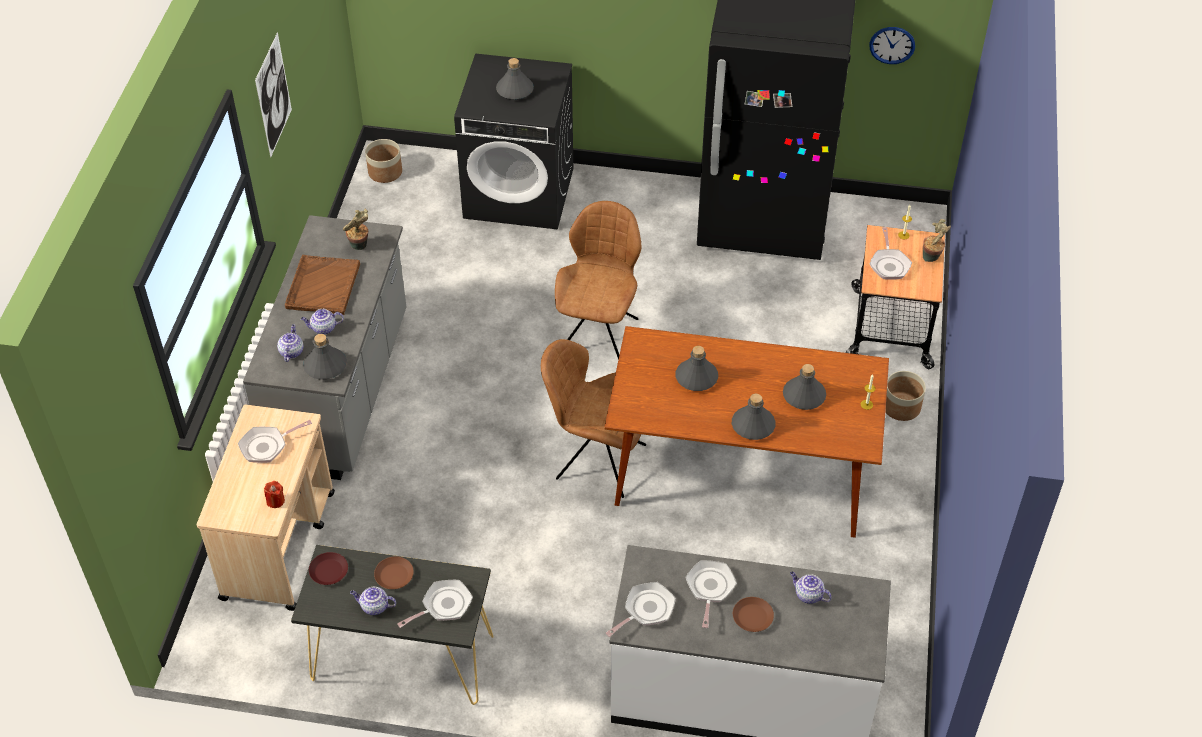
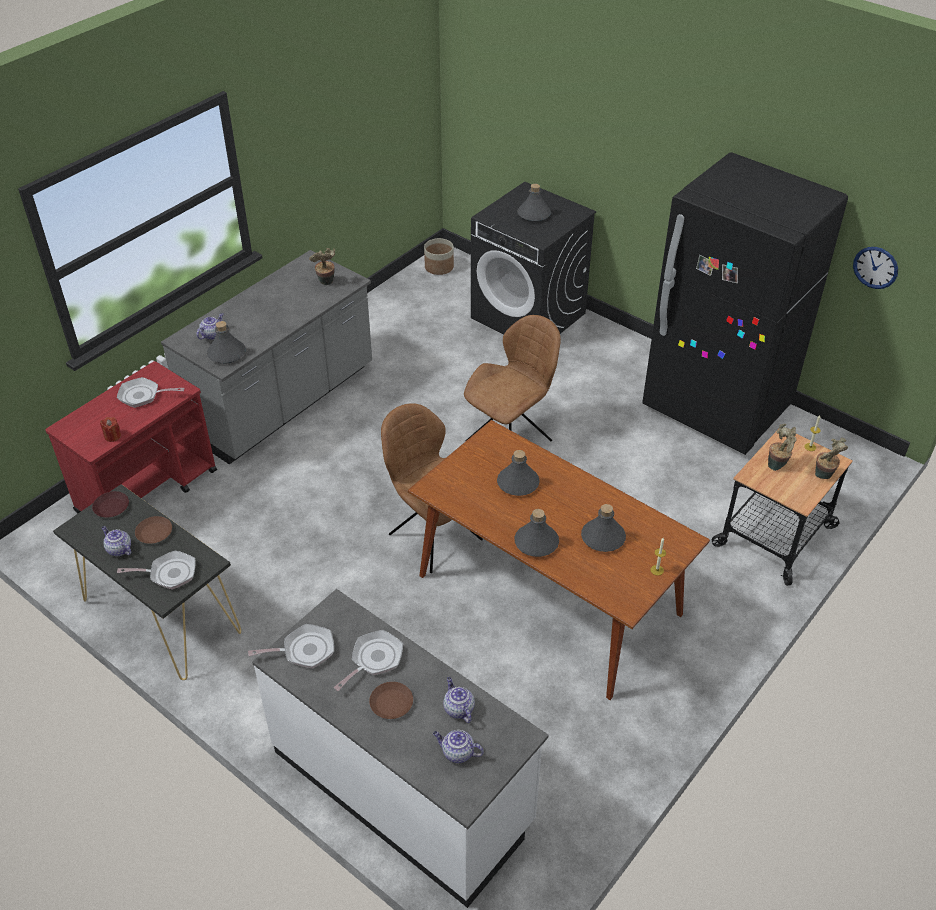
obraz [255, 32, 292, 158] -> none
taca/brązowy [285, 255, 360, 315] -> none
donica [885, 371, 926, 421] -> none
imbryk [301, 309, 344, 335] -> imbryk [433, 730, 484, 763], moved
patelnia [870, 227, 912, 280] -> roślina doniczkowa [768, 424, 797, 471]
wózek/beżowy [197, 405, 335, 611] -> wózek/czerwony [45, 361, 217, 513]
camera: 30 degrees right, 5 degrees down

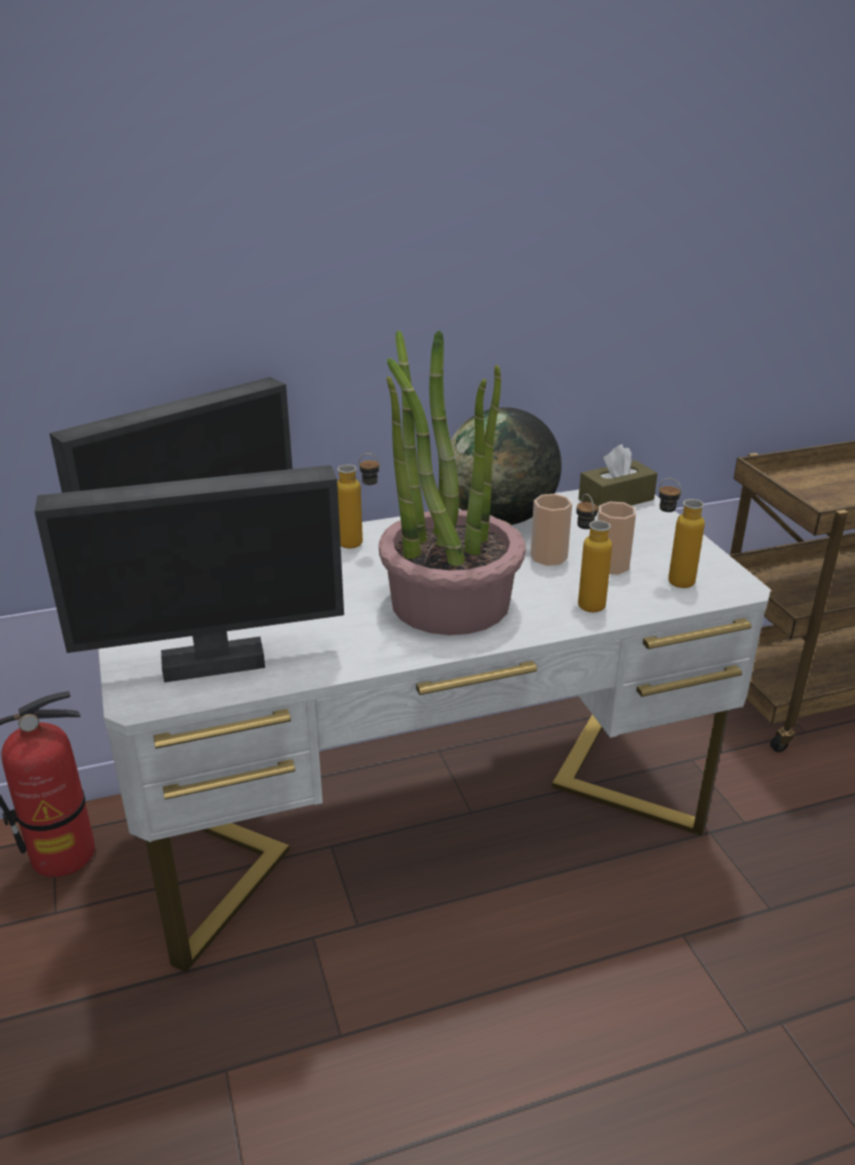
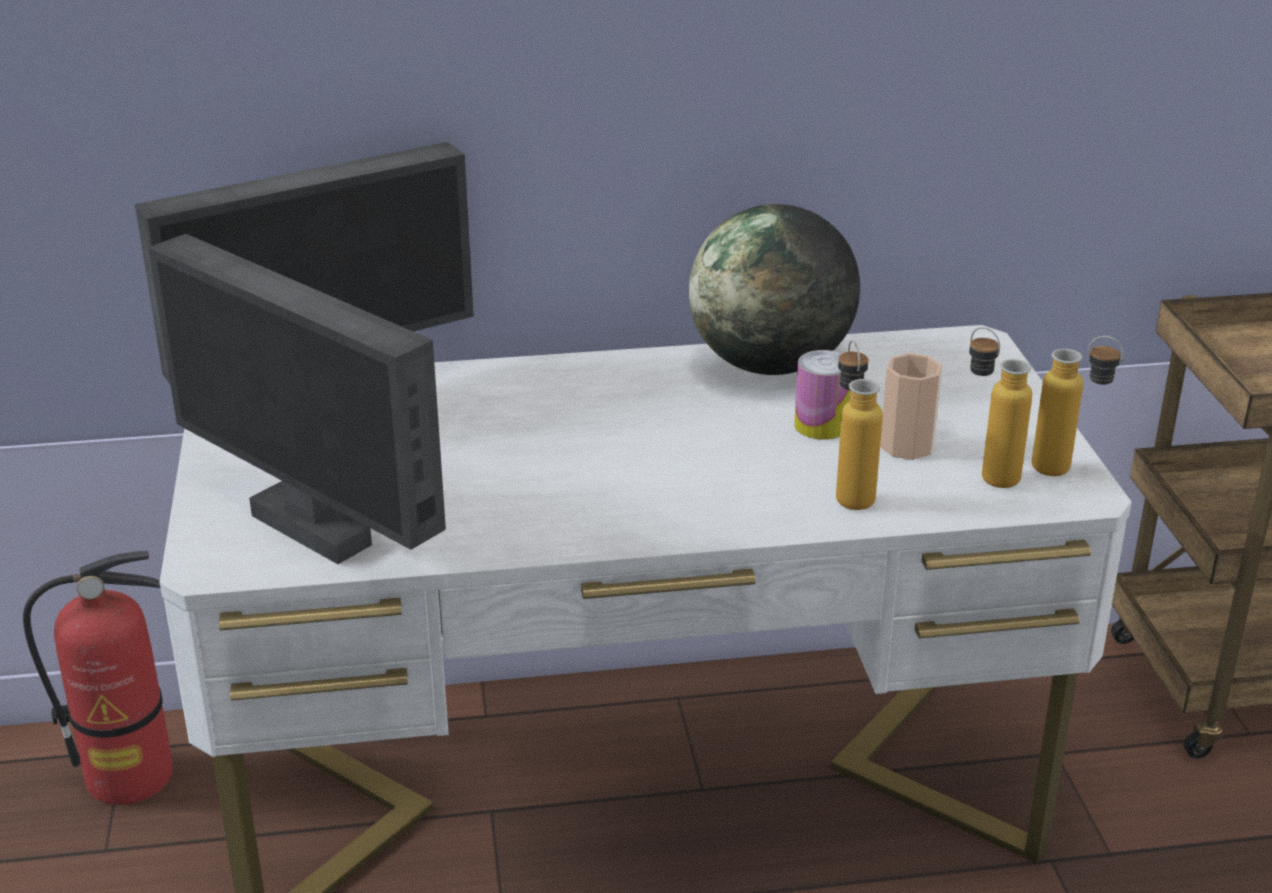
roślina doniczkowa [379, 330, 526, 635] -> none
pudełko chusteczek/brązowy [578, 444, 658, 512] -> none
butelka [337, 453, 380, 549] -> butelka [1032, 336, 1124, 476], moved
filiżanka [530, 494, 572, 566] -> puszka [794, 350, 851, 440]
monitor [34, 465, 344, 683] -> monitor [148, 234, 446, 564], 45 degrees clockwise
camera: 10 degrees right, 0 degrees up

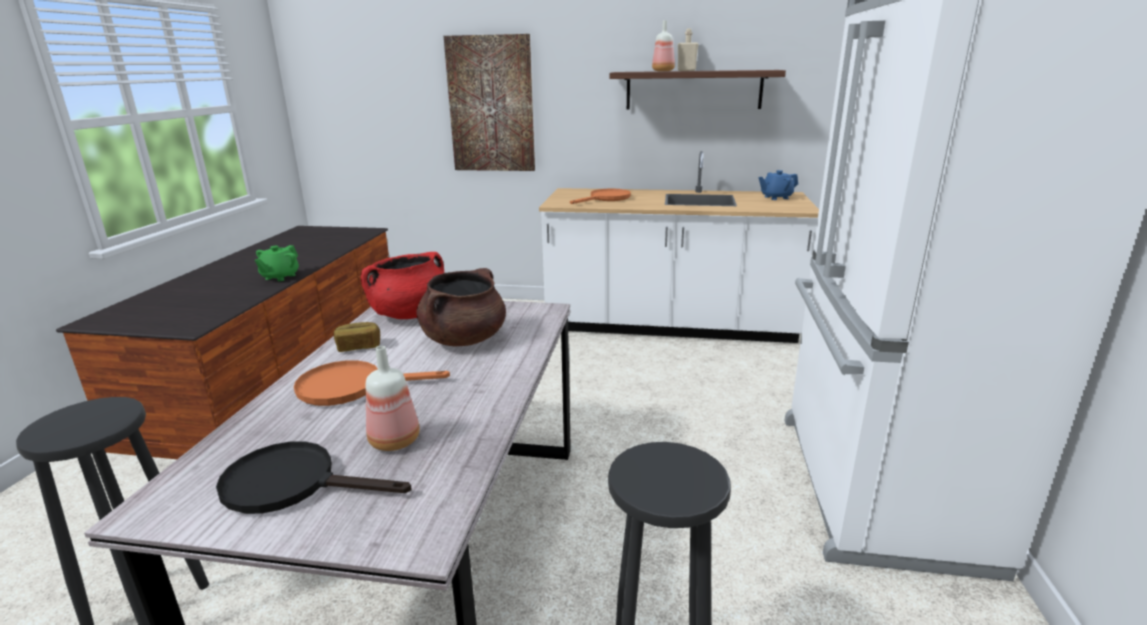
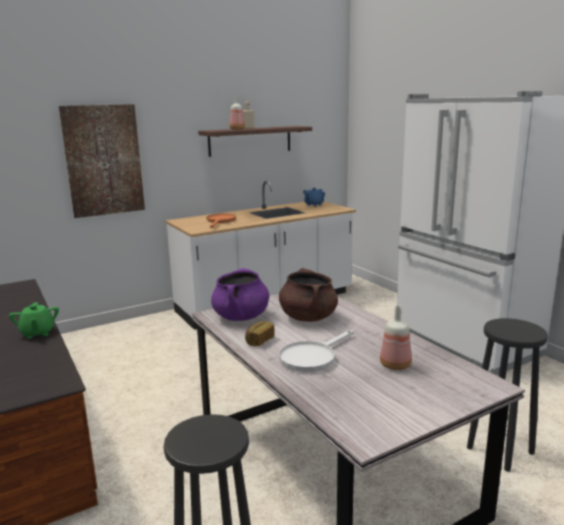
patelnia/czarny [216, 441, 412, 514] -> none
patelnia/pomarańczowy [294, 360, 450, 406] -> patelnia/biały [279, 330, 353, 372]
garnek/czerwony [361, 252, 445, 319] -> garnek/fioletowy [211, 268, 269, 321]
camera: 40 degrees left, 5 degrees down

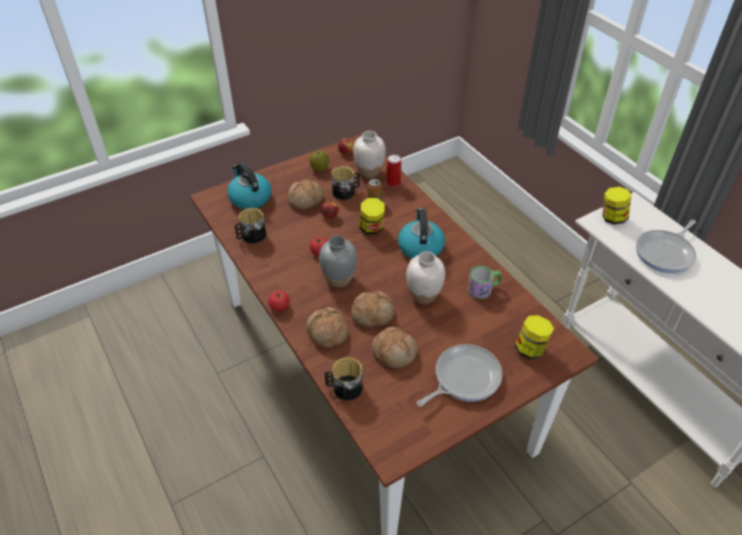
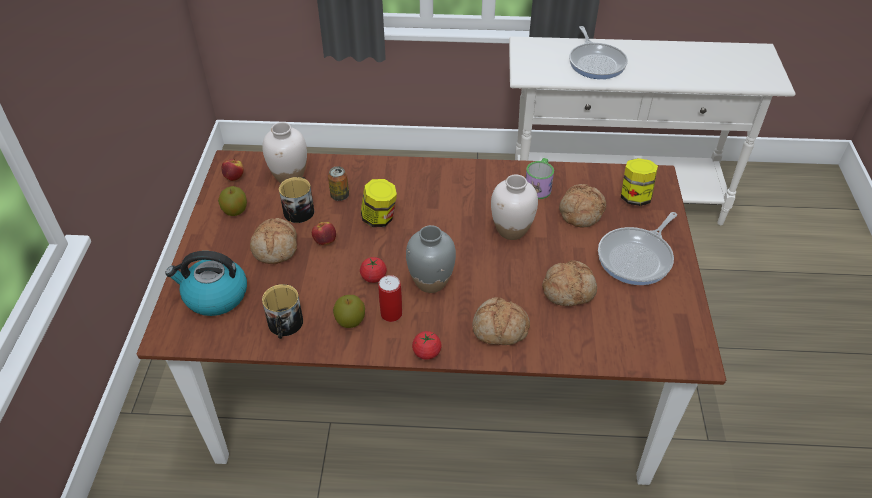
kubek [324, 357, 363, 401] -> none
czajnik [398, 208, 445, 259] -> none
słoik [603, 187, 631, 225] -> none
none -> jabłko [333, 295, 365, 328]
chleb [351, 291, 394, 327] -> chleb [559, 184, 606, 227], moved
puszka [387, 155, 401, 187] -> puszka [378, 275, 402, 322], moved
patelnia [417, 344, 503, 407] -> patelnia [598, 212, 677, 285], 135 degrees counterclockwise
camera: 55 degrees left, 0 degrees up

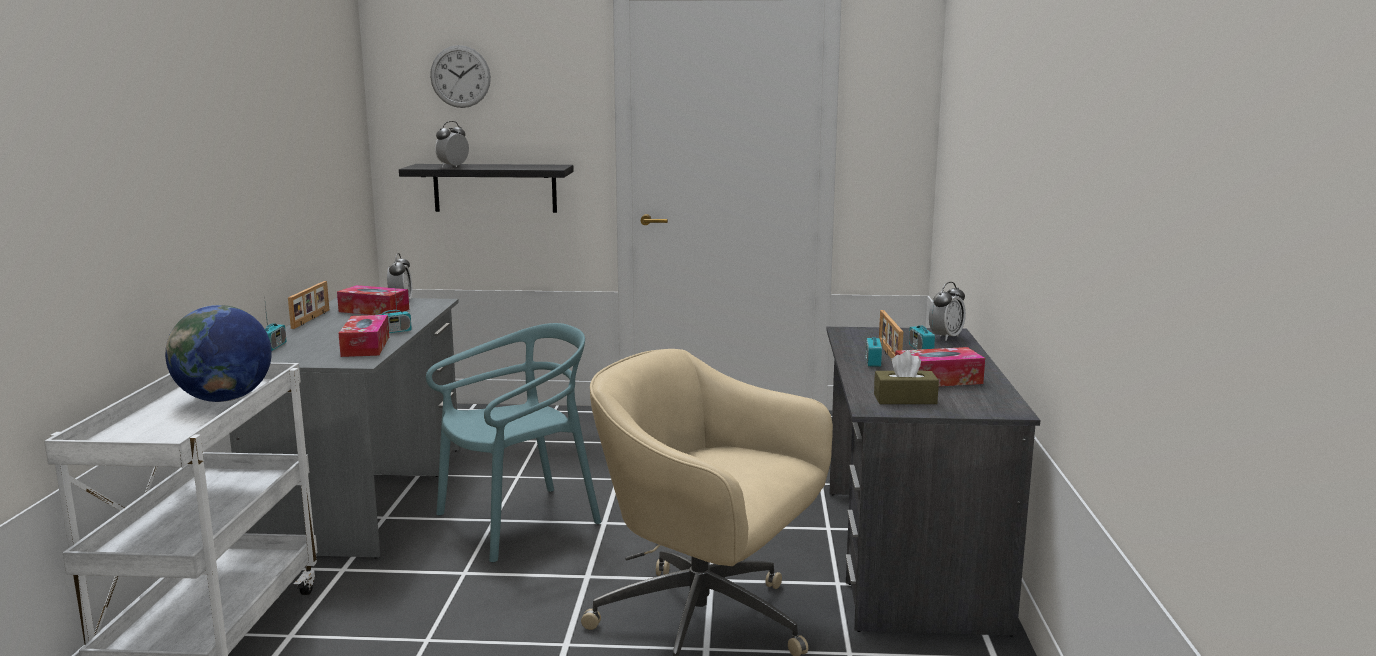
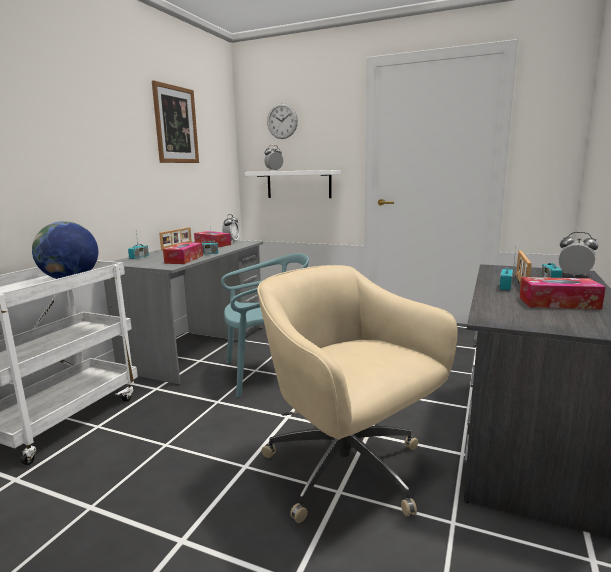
pudełko chusteczek/brązowy [874, 351, 939, 404] -> none
none -> obraz [152, 80, 199, 163]
półka/czarny [399, 164, 574, 213] -> półka/biały [245, 170, 341, 198]
budzik [929, 282, 966, 341] -> budzik [559, 232, 598, 276], 120 degrees counterclockwise
camera: 20 degrees right, 0 degrees up

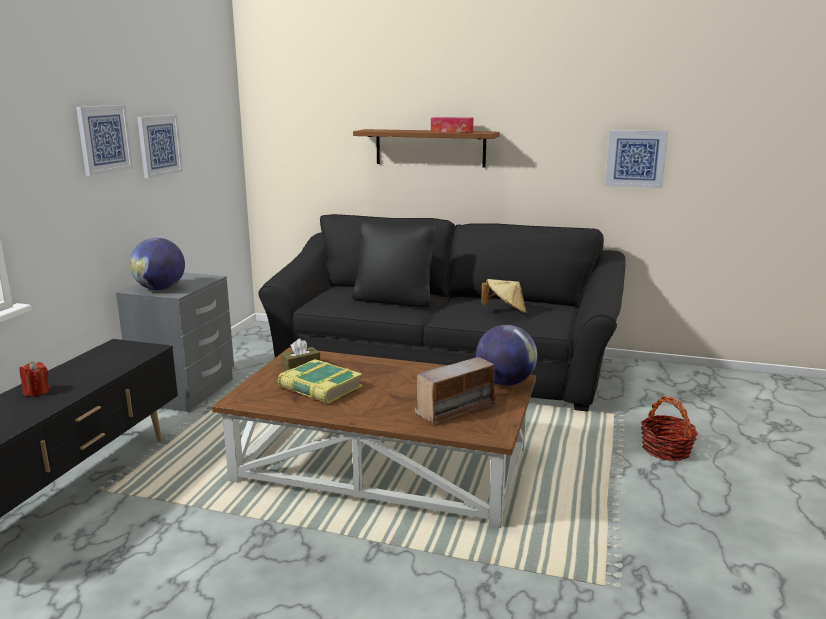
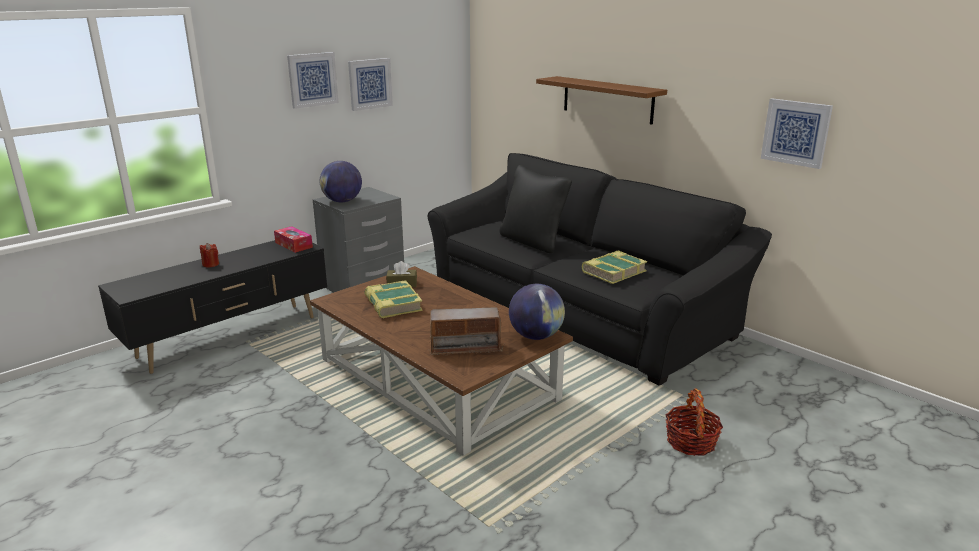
pudełko chusteczek [431, 117, 473, 133] -> pudełko chusteczek [274, 226, 313, 253], moved
kapelusz/beżowy [481, 279, 526, 314] -> książka [582, 250, 647, 284]
camera: 30 degrees right, 5 degrees up

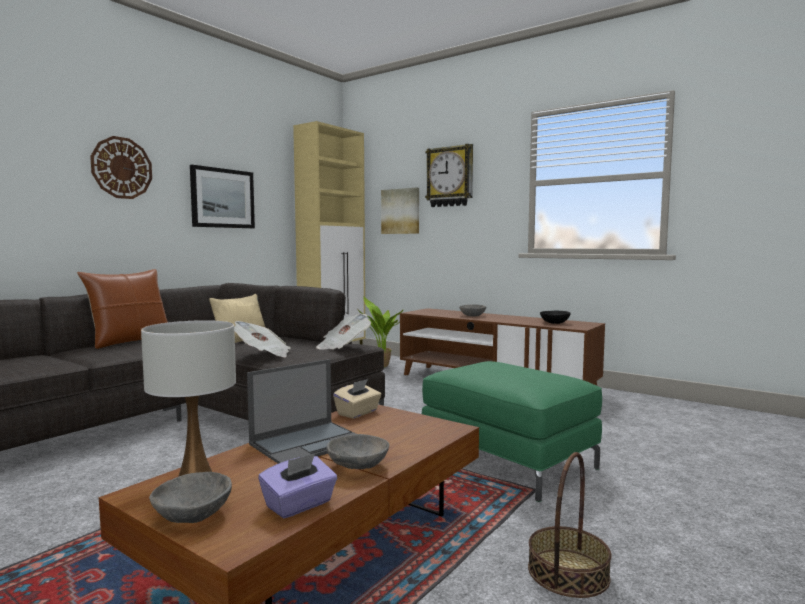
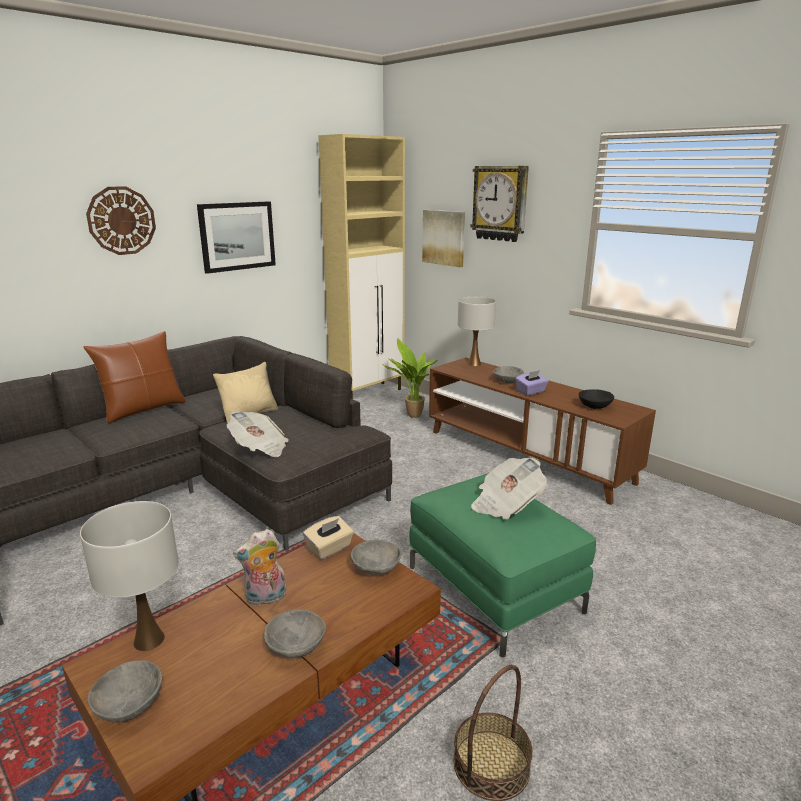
none -> miska/szary [351, 539, 401, 575]
none -> lampa stołowa/biały [458, 297, 496, 366]
pudełko chusteczek/fioletowy [258, 453, 337, 519] -> pudełko chusteczek/fioletowy [515, 370, 548, 396], moved
gazeta [316, 314, 371, 350] -> gazeta [471, 458, 547, 519], moved
laptop [247, 359, 356, 464] -> pluszak [233, 529, 286, 606]
camera: 10 degrees right, 15 degrees up

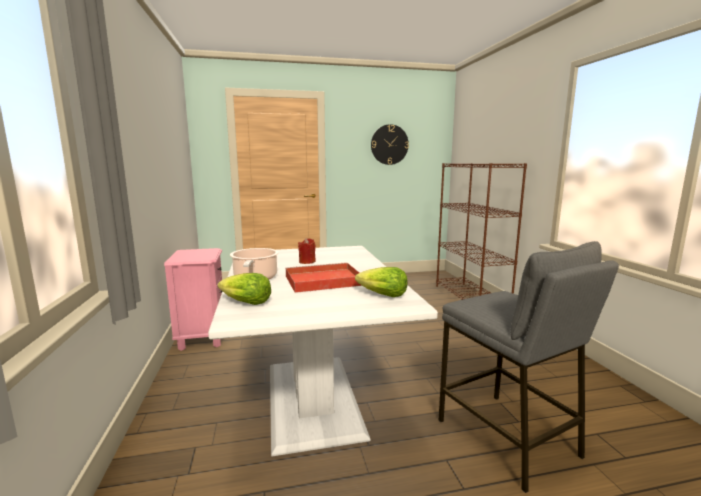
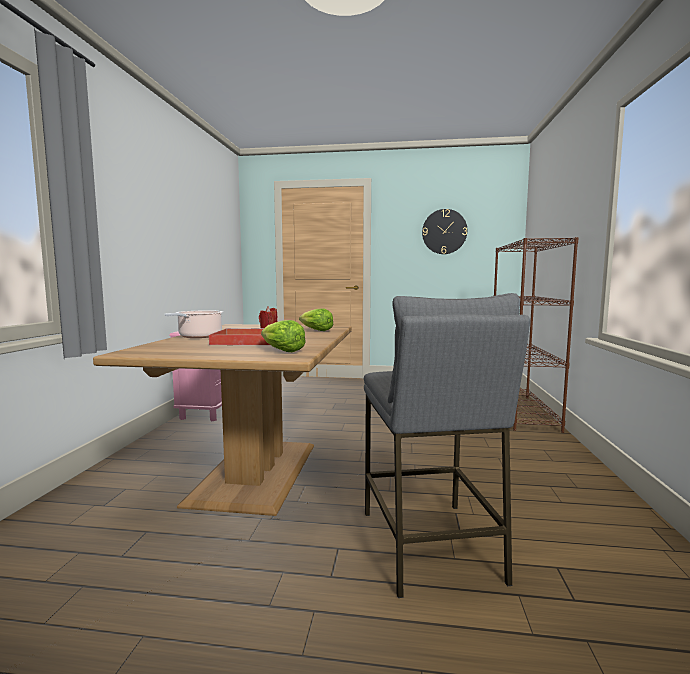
sałata [218, 273, 271, 305] -> sałata [299, 308, 333, 331], moved
stół jadalny/biały [208, 246, 438, 456] -> stół jadalny/brązowy [93, 324, 352, 516]
camera: 20 degrees right, 5 degrees down

